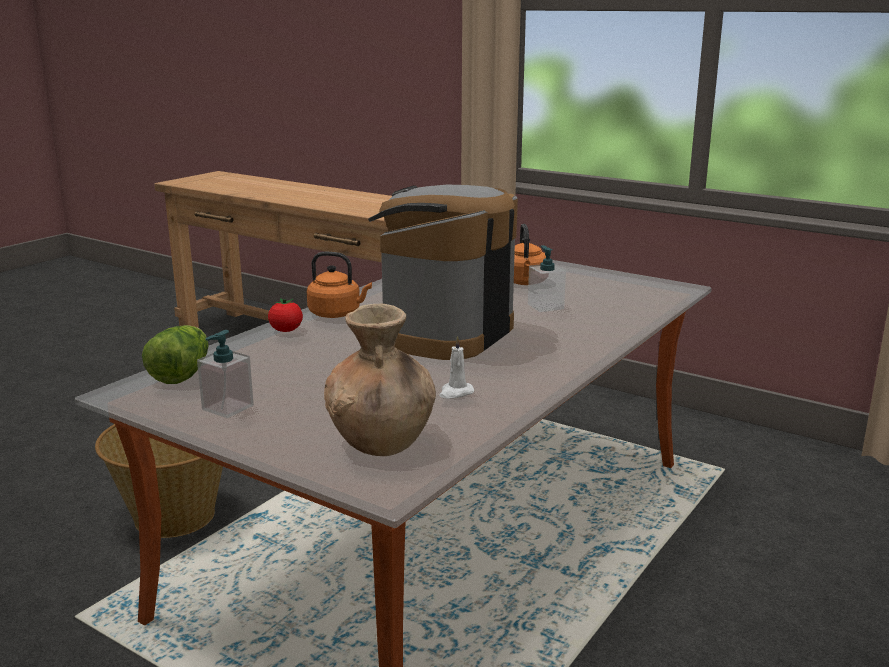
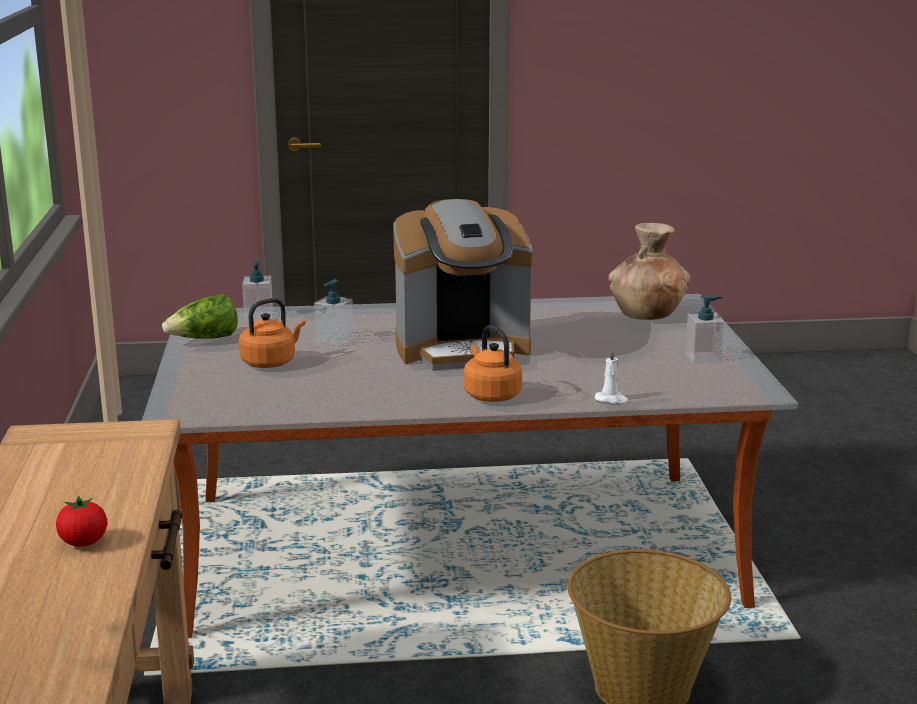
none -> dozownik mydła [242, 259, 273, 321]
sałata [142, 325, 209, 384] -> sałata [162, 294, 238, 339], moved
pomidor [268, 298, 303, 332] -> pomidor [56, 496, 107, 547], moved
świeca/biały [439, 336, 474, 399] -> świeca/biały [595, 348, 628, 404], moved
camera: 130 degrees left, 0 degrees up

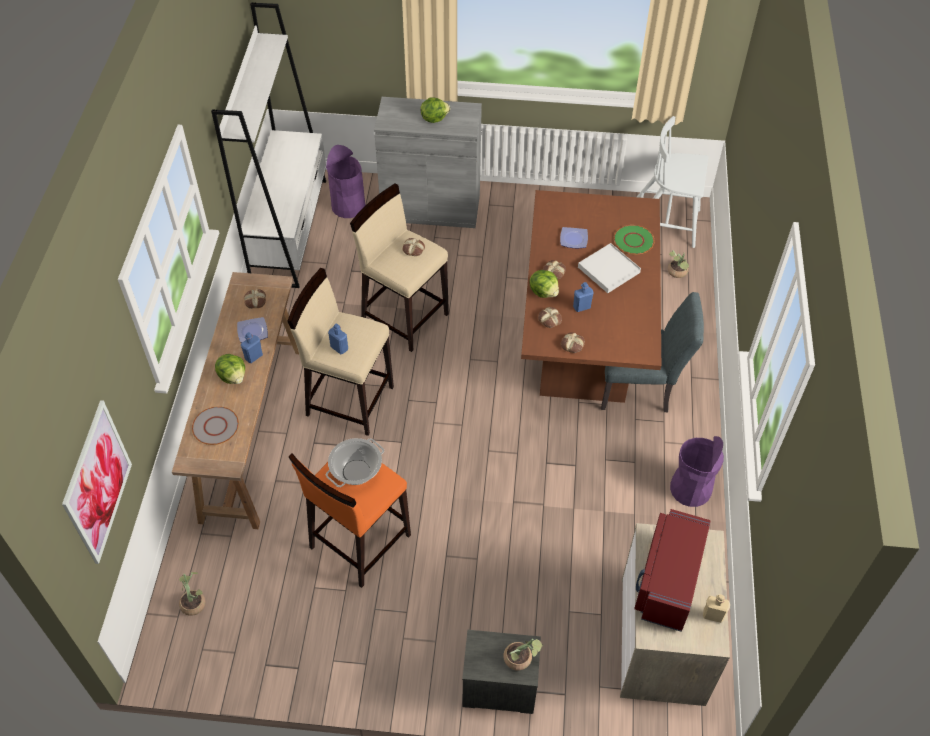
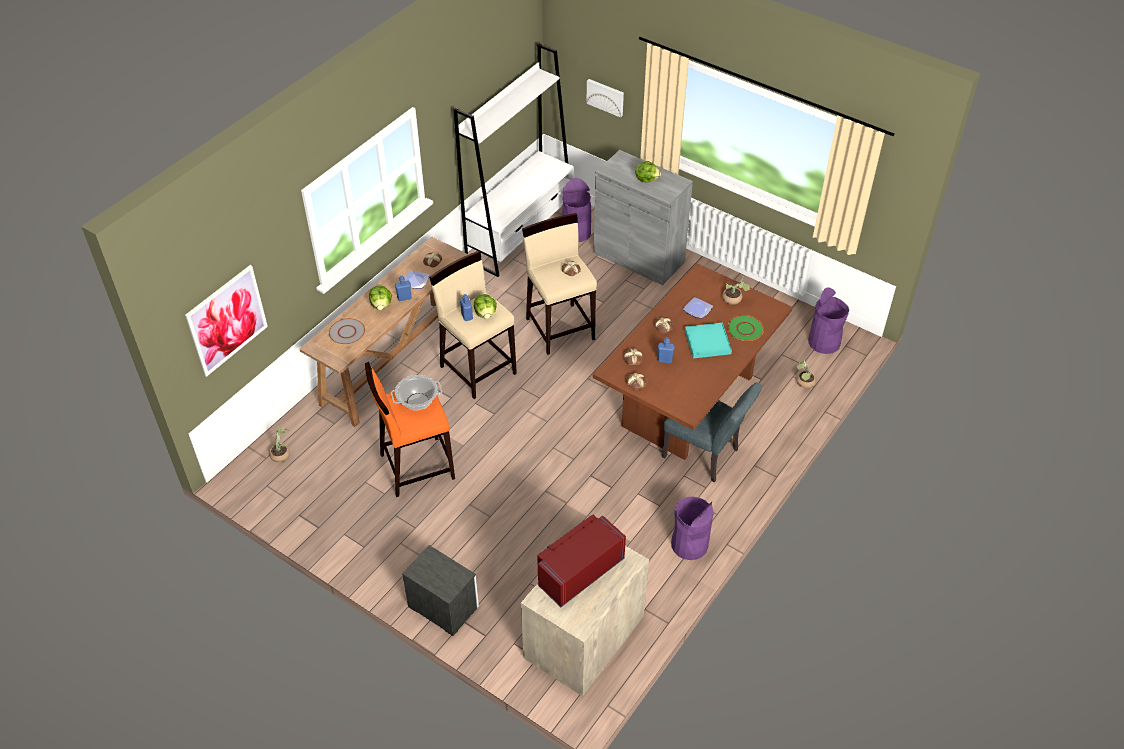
butelka/beżowy [703, 594, 730, 623] -> none
none -> obraz [586, 79, 624, 117]
roślina doniczkowa [503, 639, 543, 671] -> roślina doniczkowa [722, 277, 750, 305], moved
sałata [529, 270, 559, 298] -> sałata [474, 294, 497, 319], moved
krzesło/biały [637, 116, 708, 248] -> kosz na śmieci/fioletowy [808, 287, 849, 354]
taca/biały [578, 243, 641, 293] -> taca/turkusowy [685, 323, 732, 359]
camera: 30 degrees right, 5 degrees down

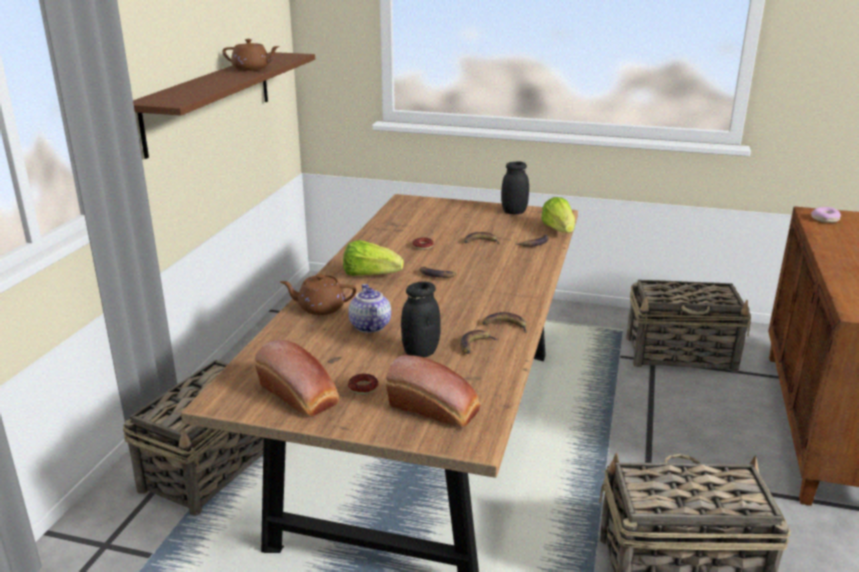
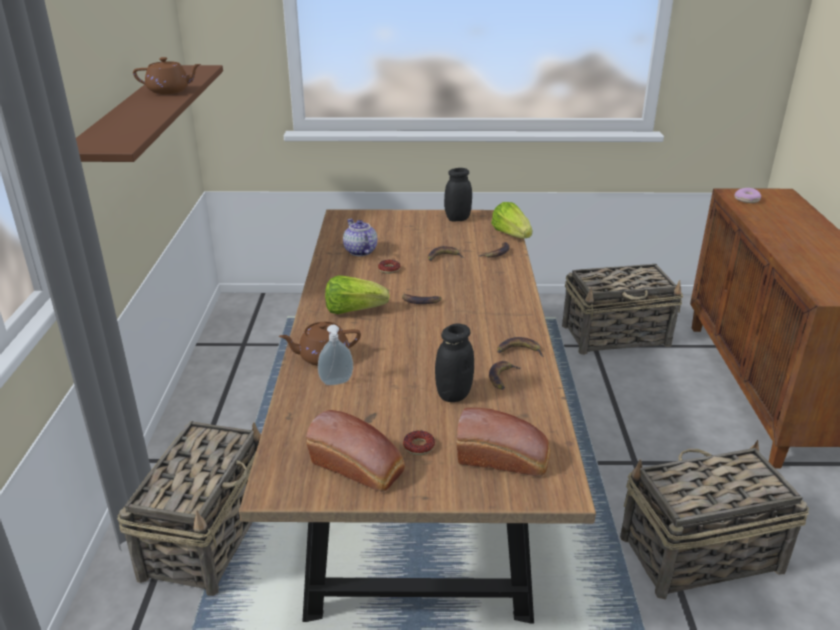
none -> dozownik mydła [318, 325, 353, 385]
imbryk [348, 284, 391, 333] -> imbryk [343, 219, 377, 256], moved
camera: 15 degrees left, 5 degrees up

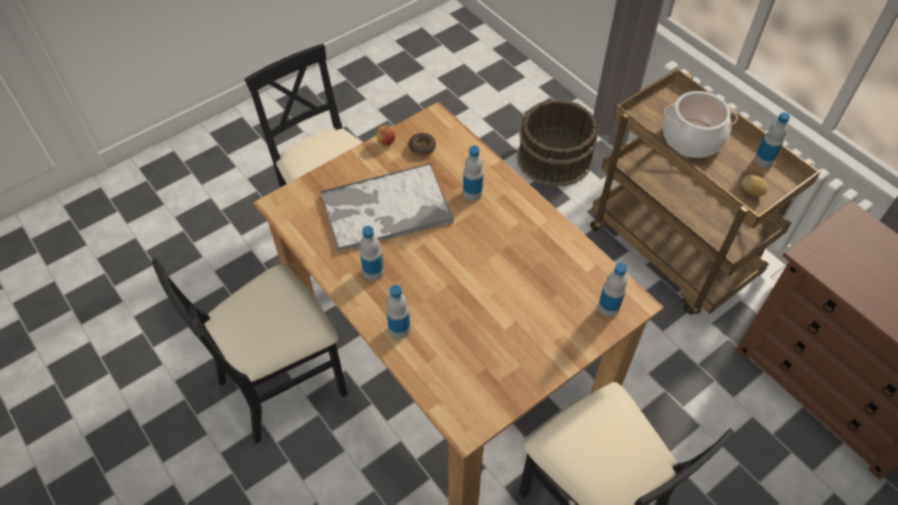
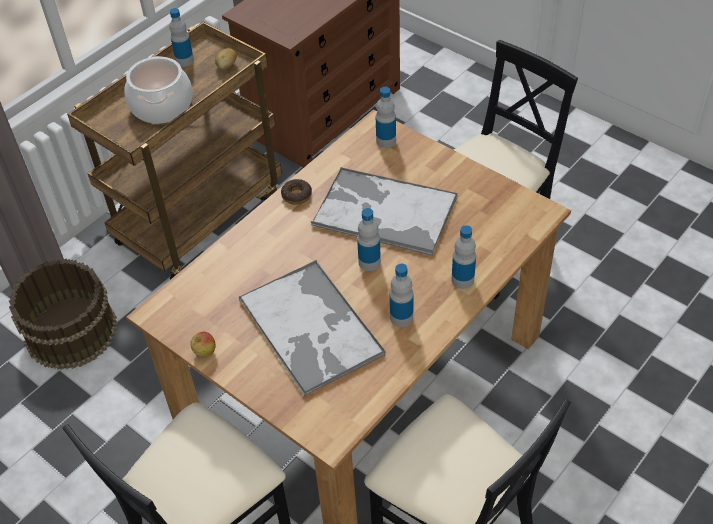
none -> taca [311, 167, 458, 256]
donut [408, 133, 436, 156] -> donut [281, 179, 312, 205], moved
butelka [463, 145, 484, 201] -> butelka [357, 208, 381, 271], moved
camera: 100 degrees left, 5 degrees down

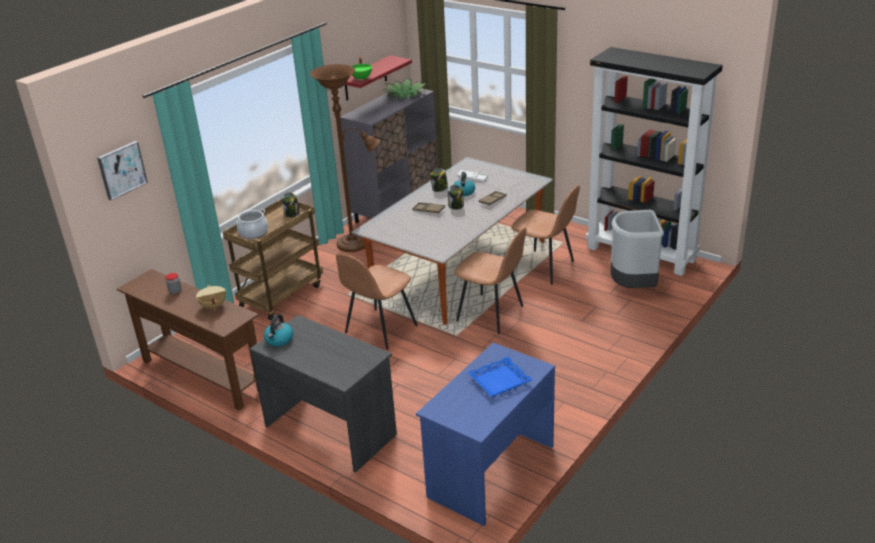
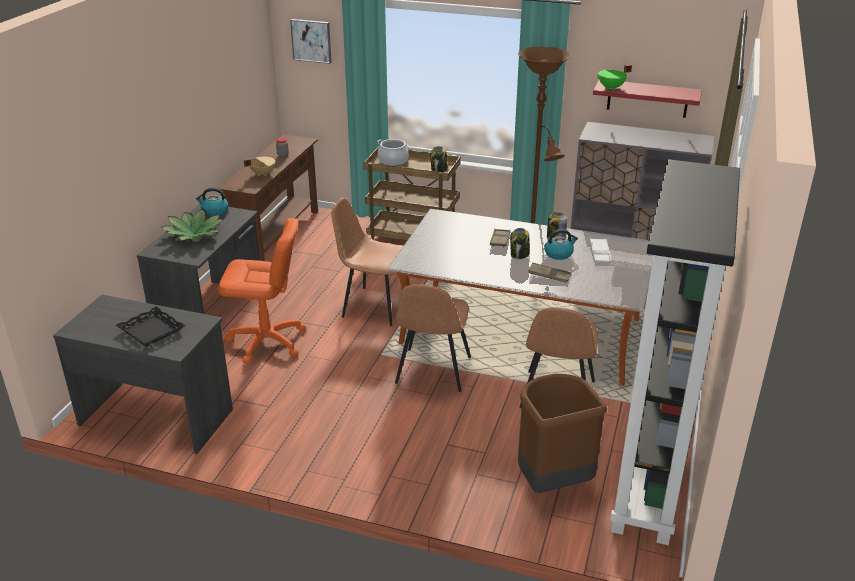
none -> krzesło biurowe/pomarańczowy [218, 218, 306, 364]
roślina doniczkowa [382, 78, 427, 99] -> roślina doniczkowa [160, 208, 224, 243], moved
biurko/niebieski [416, 342, 555, 526] -> biurko/szary [53, 295, 233, 454]
taca/niebieski [467, 357, 532, 397] -> taca/czarny [116, 306, 185, 346]
kosz na śmieci/szary [610, 210, 664, 288] -> kosz na śmieci/brązowy [518, 374, 607, 493]
camera: 70 degrees right, 0 degrees up

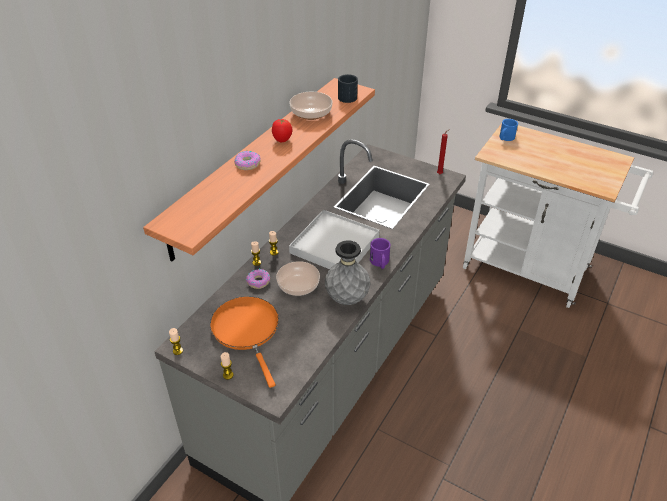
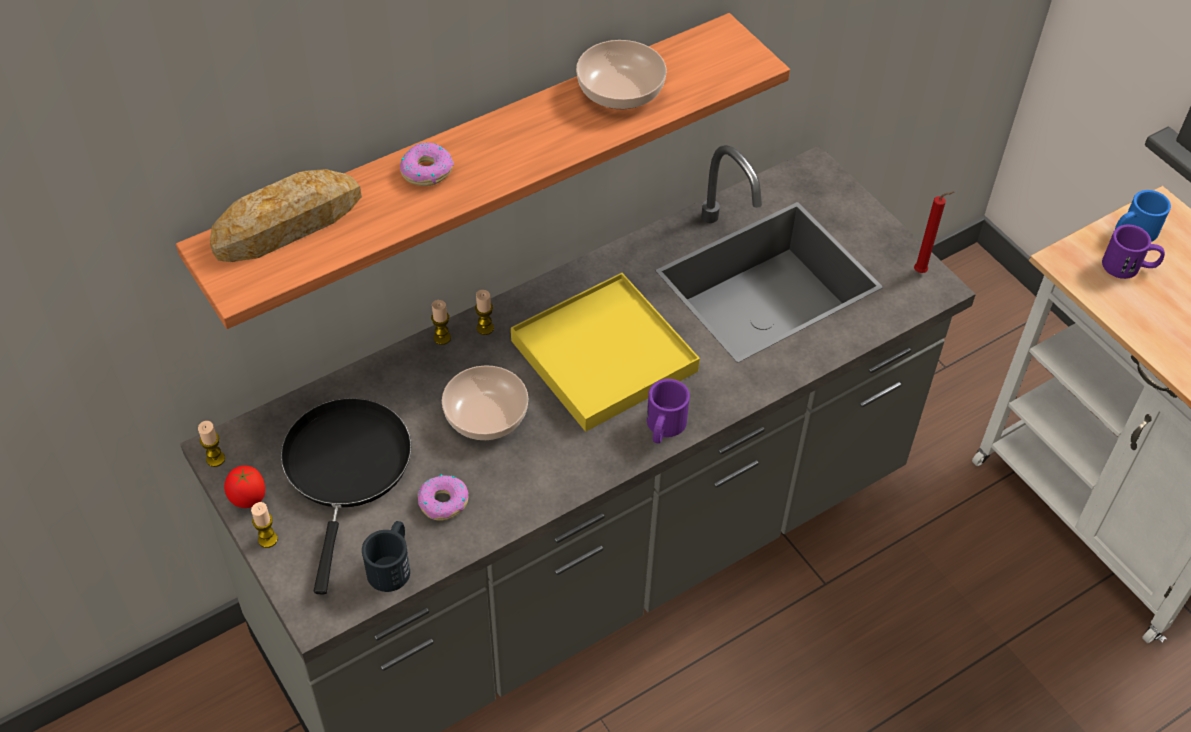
wazon/szary [325, 240, 371, 305] -> none
none -> chleb [210, 169, 362, 262]
none -> kubek/fioletowy [1102, 225, 1165, 279]
donut [246, 268, 270, 289] -> donut [417, 475, 468, 521], moved
pomidor [272, 119, 292, 142] -> pomidor [224, 465, 265, 508], moved
kubek/czarny [338, 74, 358, 103] -> kubek/czarny [362, 521, 410, 592], moved
patelnia/pomarańczowy [210, 296, 279, 388] -> patelnia/czarny [281, 398, 412, 595]
taca/biały [289, 210, 379, 269] -> taca/żółty [511, 273, 700, 432]
camera: 25 degrees right, 10 degrees up

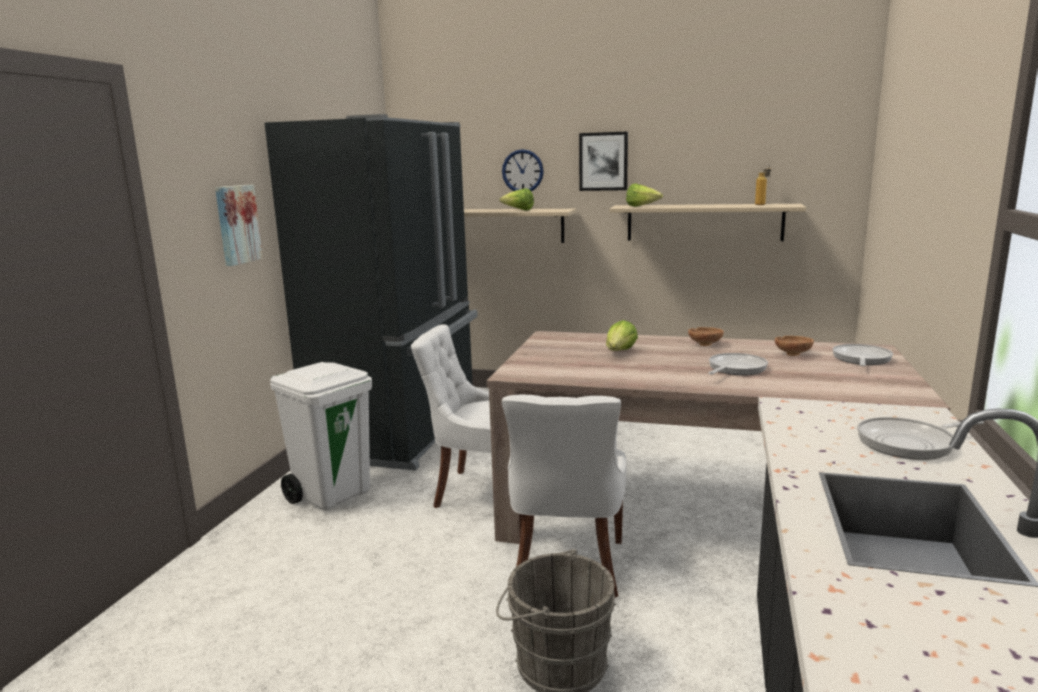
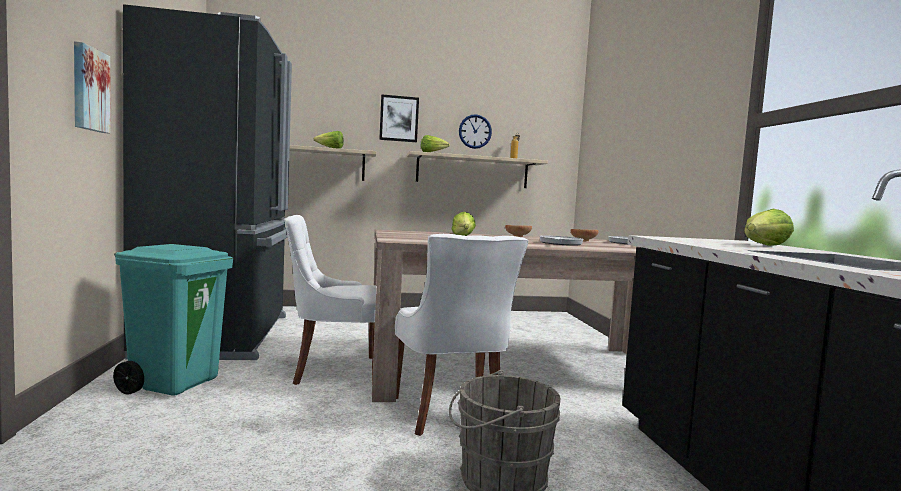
zegar ścienny [502, 149, 544, 191] -> zegar ścienny [459, 114, 492, 149], moved
patelnia [857, 417, 984, 460] -> sałata [745, 209, 794, 246]
kosz na śmieci/biały [270, 362, 372, 510] -> kosz na śmieci/turkusowy [113, 244, 233, 396]
camera: 25 degrees left, 10 degrees down

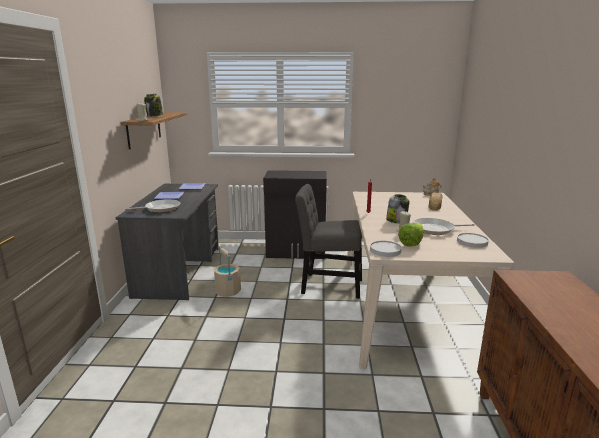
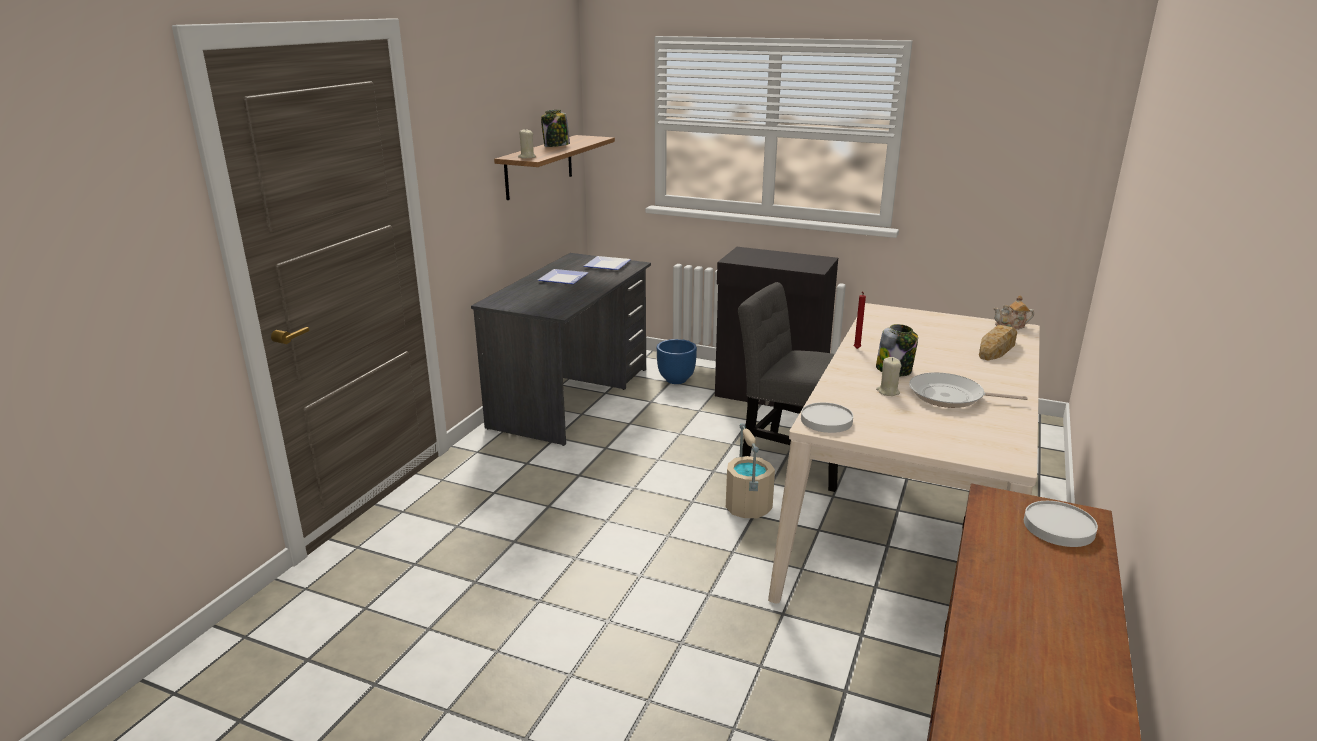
patelnia [125, 199, 181, 212] -> none
sałata [398, 223, 423, 247] -> none
none -> donica/niebieski [657, 339, 697, 384]
wiadro/beżowy [214, 246, 241, 297] -> wiadro/beżowy [726, 423, 775, 518], moved
talerz/biały [457, 233, 489, 248] -> talerz/biały [1024, 501, 1098, 547], moved
camera: 20 degrees right, 5 degrees up

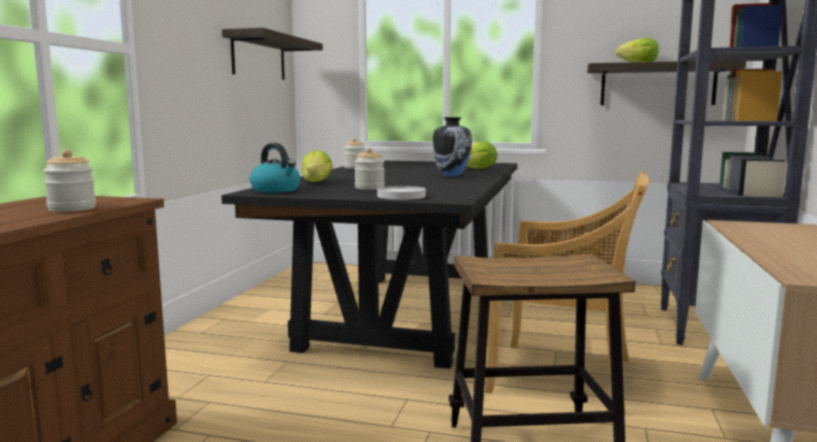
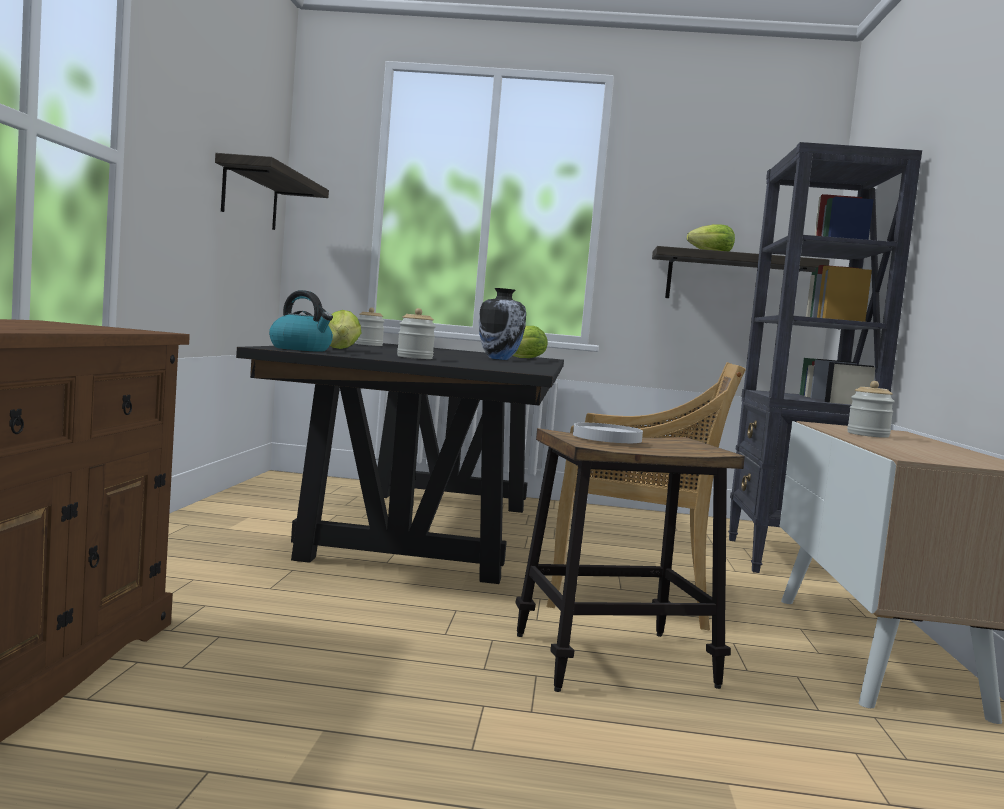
słoik [43, 149, 96, 212] -> słoik [847, 381, 895, 438], moved
talerz/biały [377, 186, 426, 200] -> talerz/biały [573, 423, 643, 443], moved
camera: 10 degrees left, 5 degrees down

